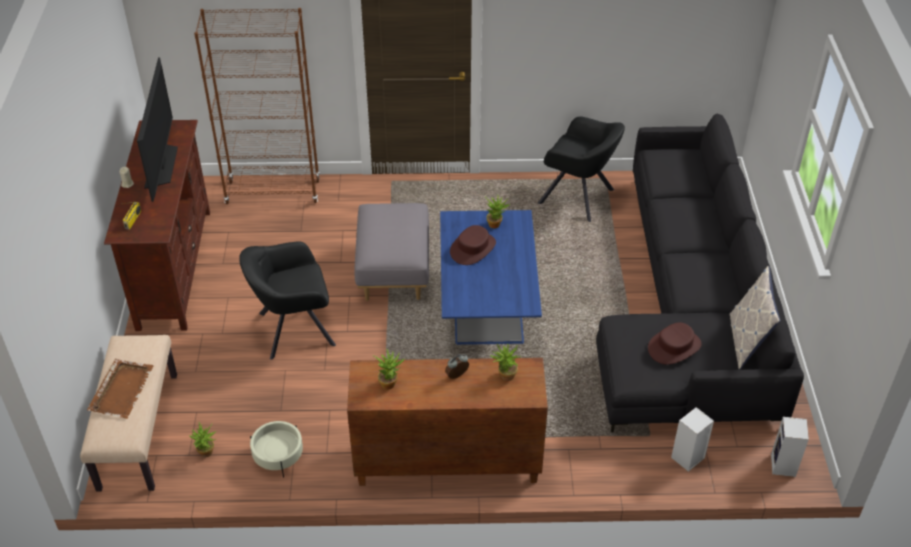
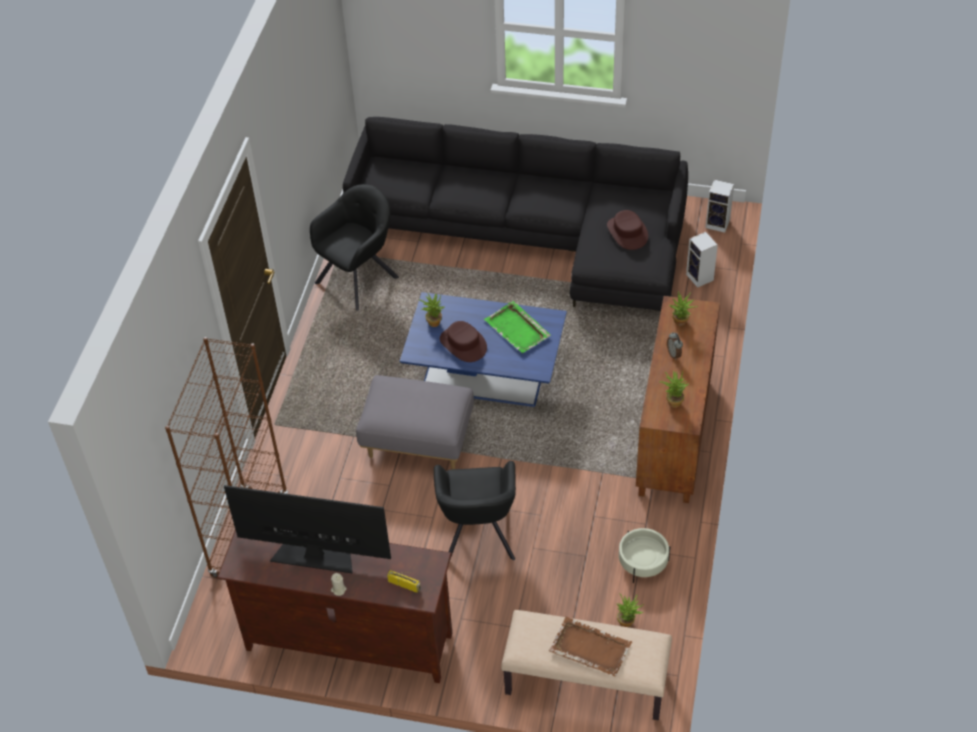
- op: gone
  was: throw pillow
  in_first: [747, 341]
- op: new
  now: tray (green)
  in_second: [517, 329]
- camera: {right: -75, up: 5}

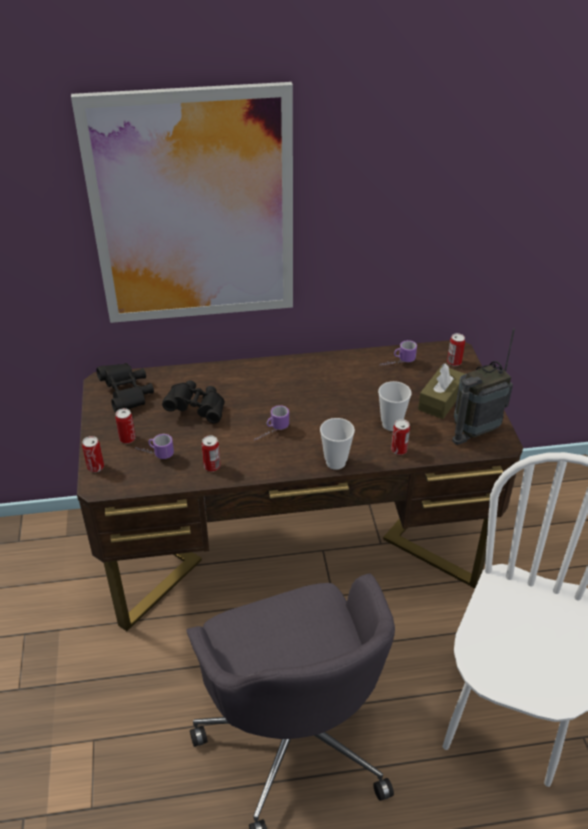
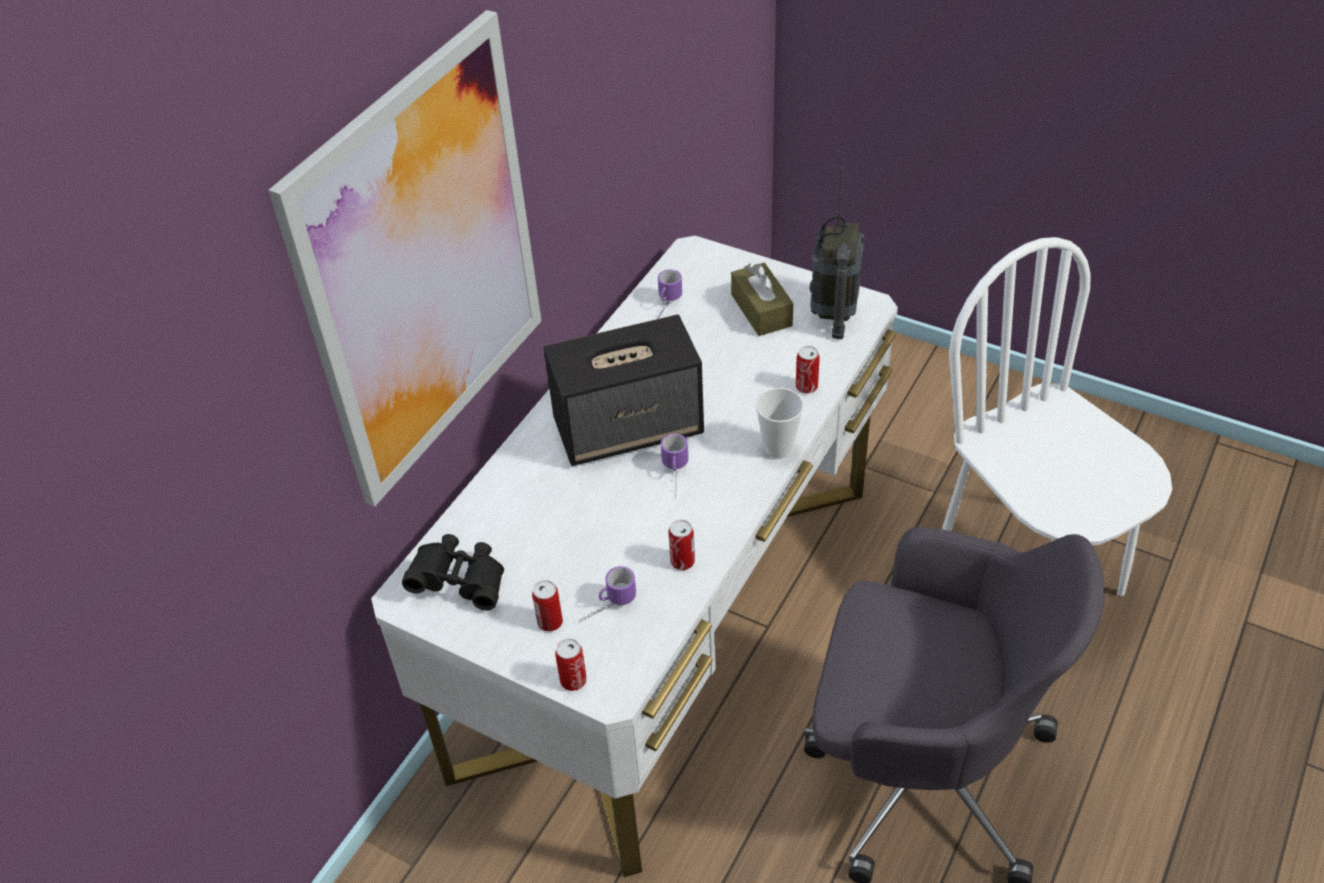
- op: gone
  was: binoculars (blackish)
  in_first: [197, 409]
- op: gone
  was: small cup
  in_first: [391, 424]
- op: gone
  was: sealed can
  in_first: [454, 362]
- op: new
  now: audio speaker
  in_second: [630, 427]
- op: repainted
  was: desk unit (brown)
  now: desk unit (white)
  in_first: [293, 550]
  in_second: [670, 624]
- camera: {right: -50, up: 5}

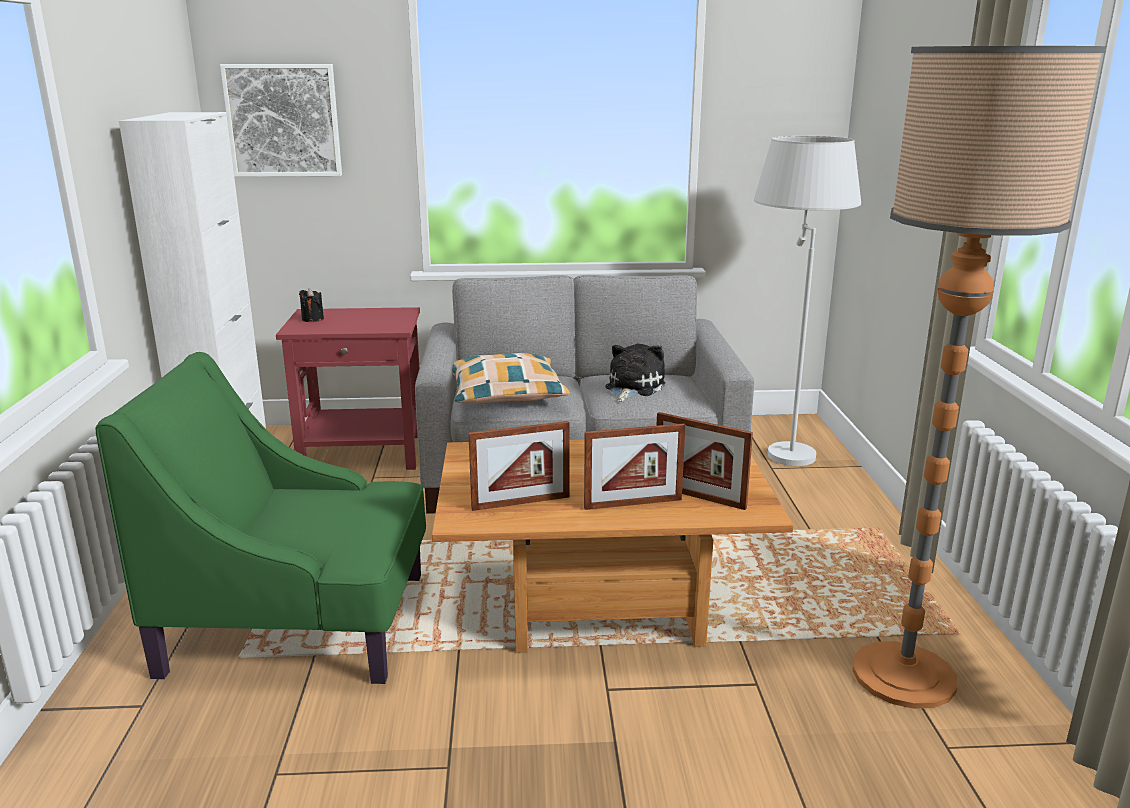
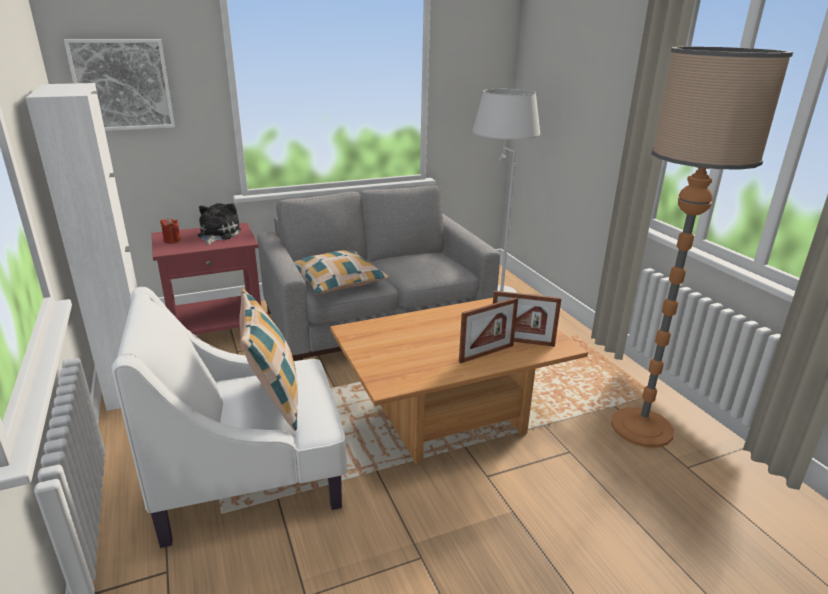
- op: gone
  was: standing frame
  in_first: [521, 503]
- op: new
  now: throw pillow
  in_second: [274, 400]
- op: shifted
  was: cuddly toy
  in_first: [632, 388]
  in_second: [217, 234]
- op: repainted
  was: lounge chair (green)
  now: lounge chair (white)
  in_first: [300, 623]
  in_second: [252, 476]
- op: repainted
  was: candle (blackish)
  now: candle (red)
  in_first: [312, 319]
  in_second: [172, 240]
- camera: {right: -20, up: 5}

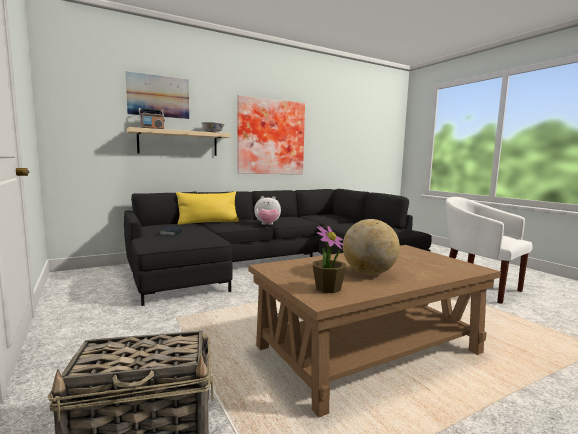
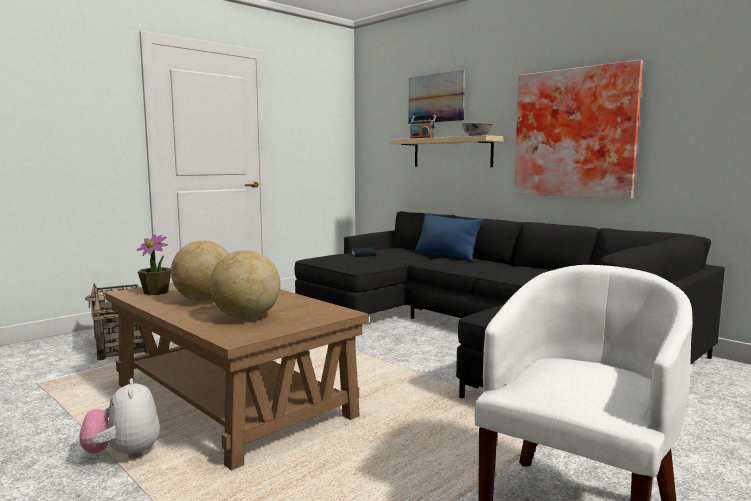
- op: new
  now: world globe
  in_second: [246, 317]
- op: shifted
  was: cuddly toy
  in_first: [267, 225]
  in_second: [124, 454]
- op: repainted
  was: throw pillow (yellowish)
  now: throw pillow (blue-coloured)
  in_first: [208, 222]
  in_second: [445, 256]
- camera: {right: 75, up: 0}

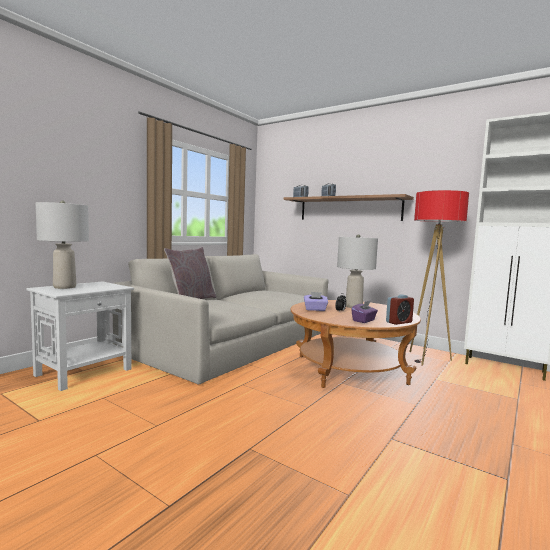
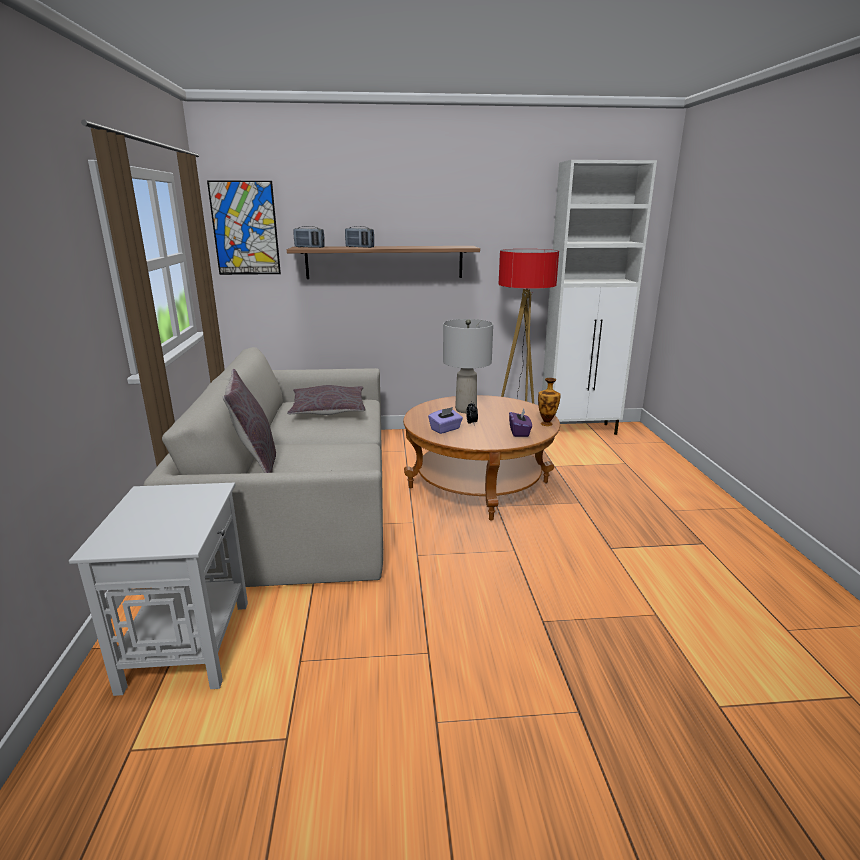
- op: gone
  was: lamp for a table (grey)
  in_first: [65, 287]
- op: new
  now: wall picture
  in_second: [245, 228]
- op: new
  now: throw pillow (grey)
  in_second: [328, 410]
- op: swapped
  was: bedside clock
  now: decorative vase
  in_first: [399, 322]
  in_second: [547, 423]
- camera: {right: -40, up: 15}

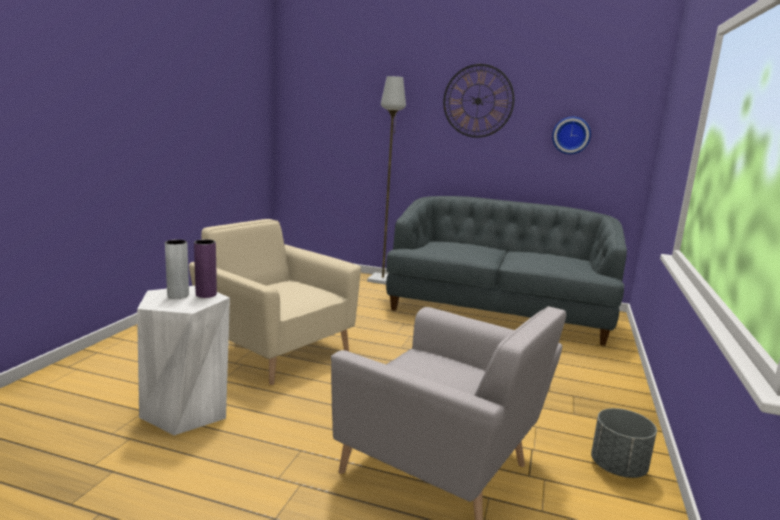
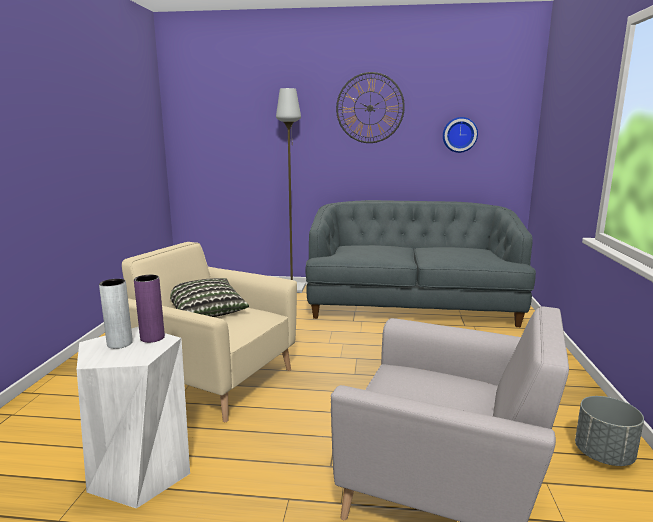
- op: new
  now: throw pillow
  in_second: [205, 311]
- camera: {right: -10, up: 0}

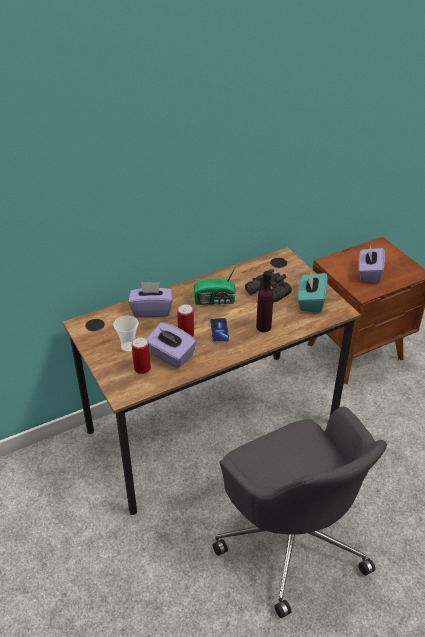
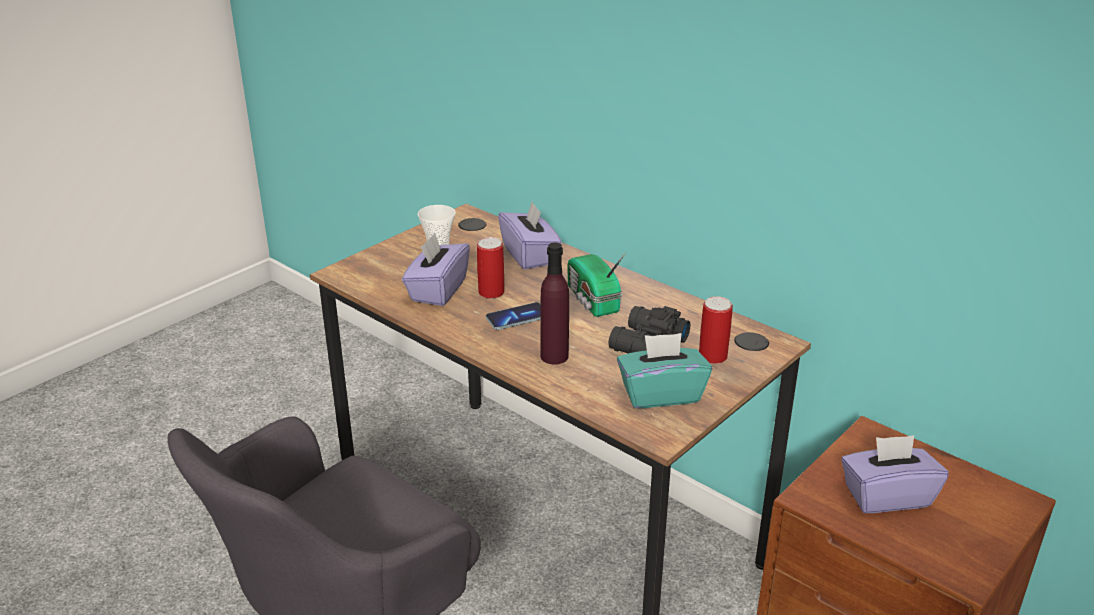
- op: shifted
  was: sealed can
  in_first: [142, 368]
  in_second: [712, 356]
- camera: {right: 70, up: -10}

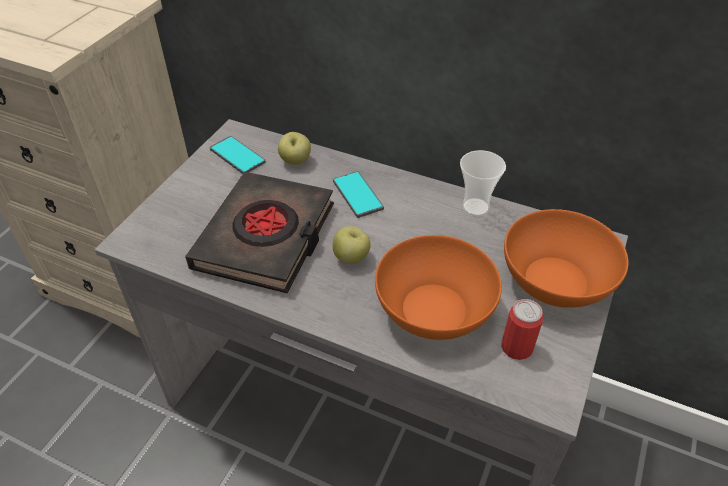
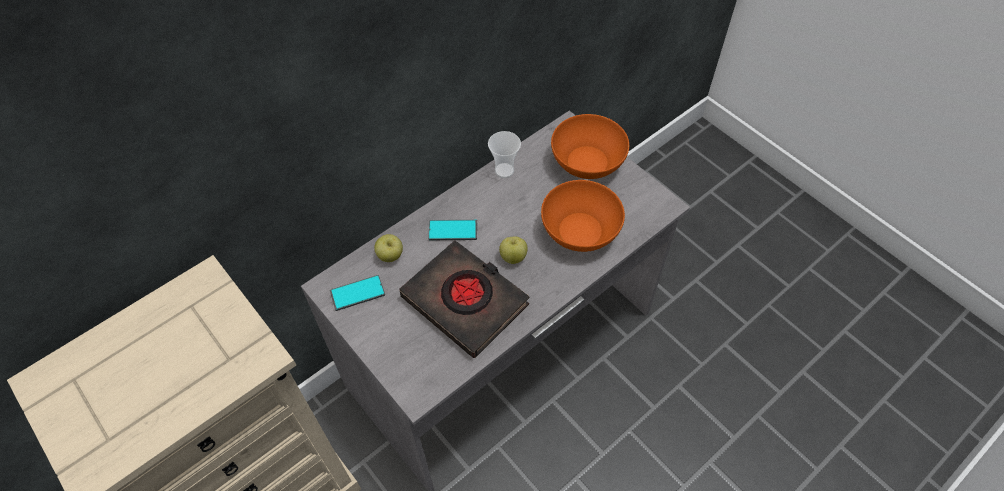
- op: gone
  was: sealed can
  in_first: [516, 347]
- camera: {right: -65, up: 10}

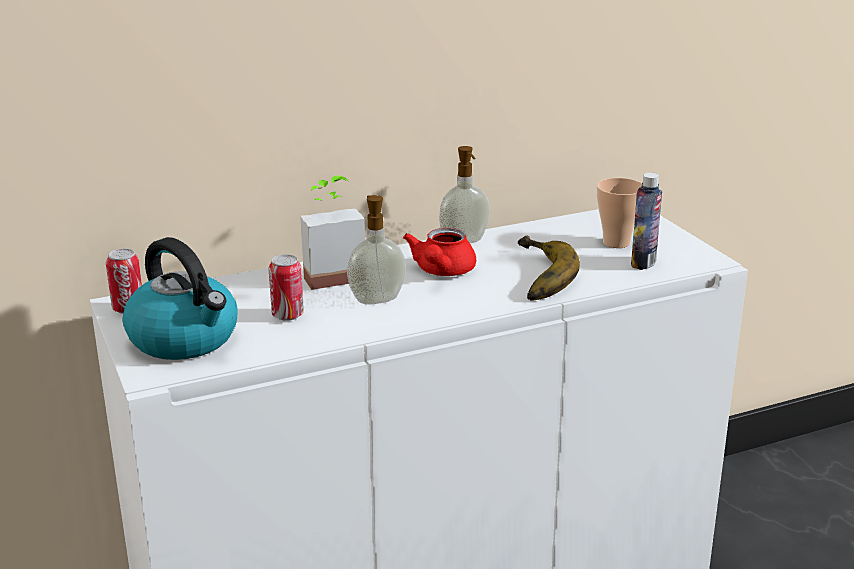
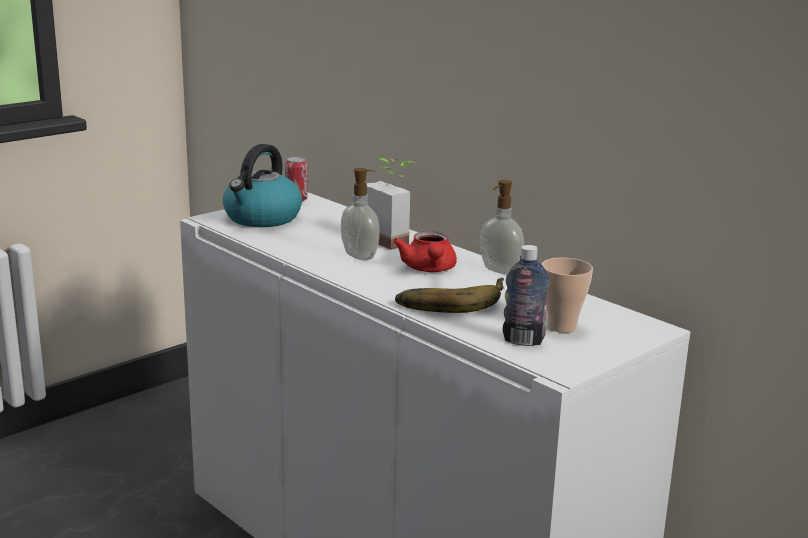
- op: gone
  was: sealed can
  in_first: [287, 315]
- op: rotated
  was: pot for tea (red)
  in_first: [442, 272]
  in_second: [429, 269]
  clockwise: -90
- camera: {right: 70, up: -5}

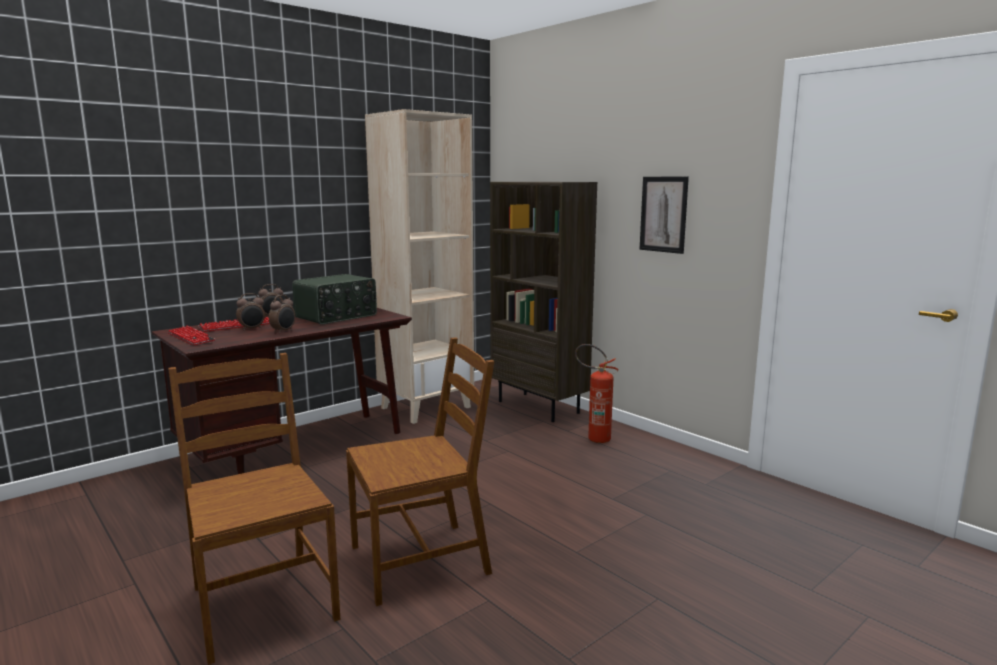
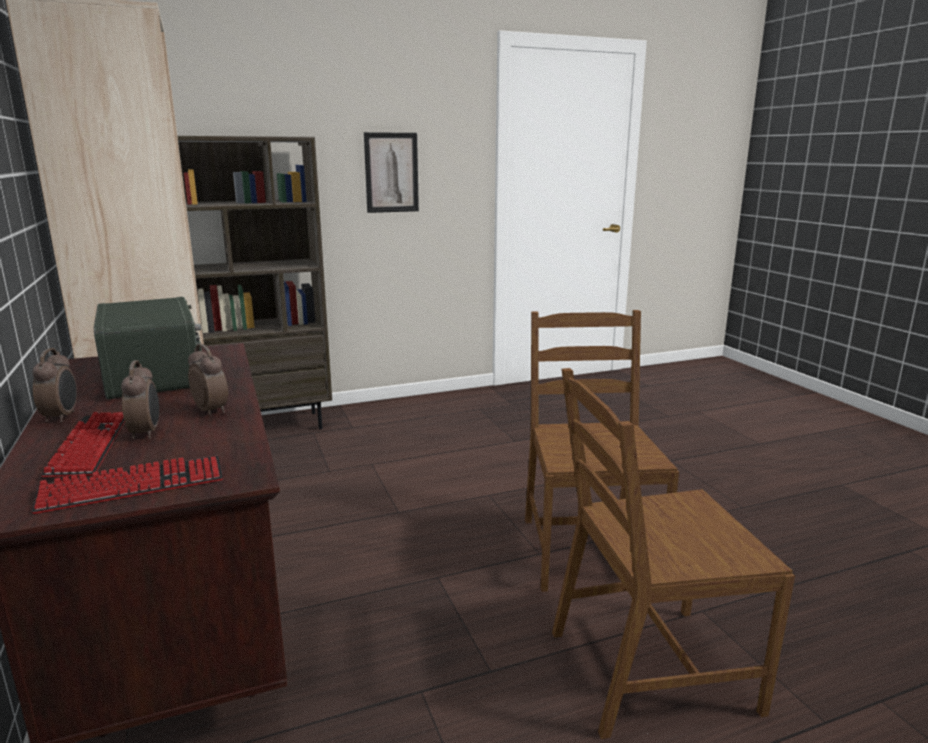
- op: gone
  was: fire-fighting cylinder
  in_first: [593, 438]
- camera: {right: -70, up: 5}

